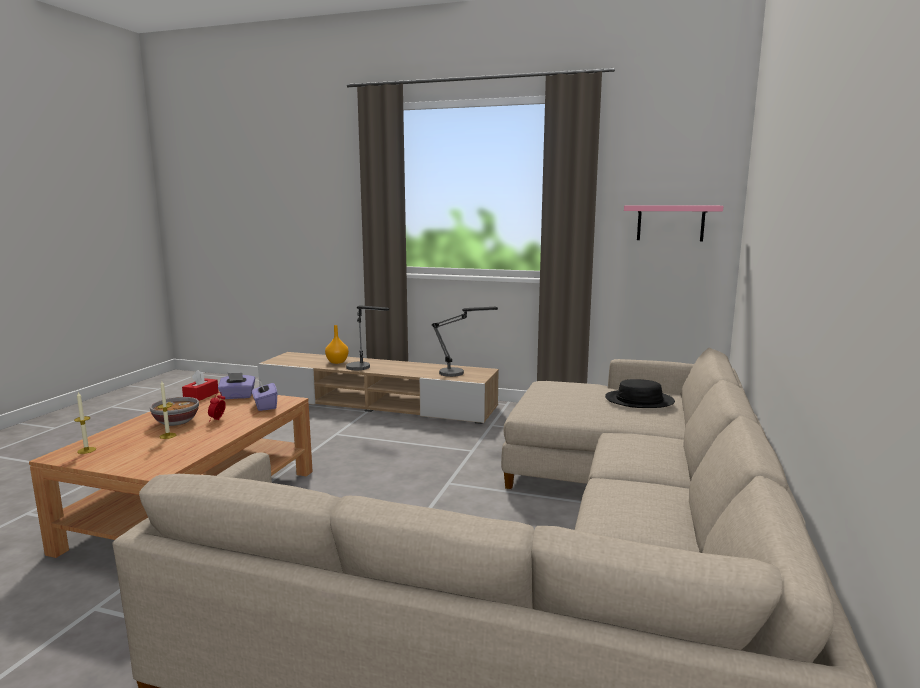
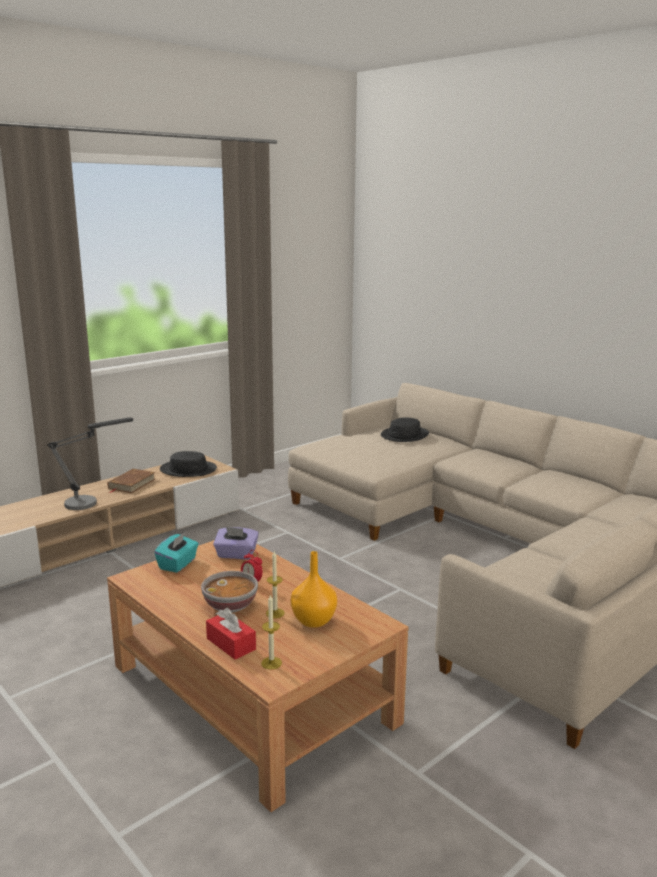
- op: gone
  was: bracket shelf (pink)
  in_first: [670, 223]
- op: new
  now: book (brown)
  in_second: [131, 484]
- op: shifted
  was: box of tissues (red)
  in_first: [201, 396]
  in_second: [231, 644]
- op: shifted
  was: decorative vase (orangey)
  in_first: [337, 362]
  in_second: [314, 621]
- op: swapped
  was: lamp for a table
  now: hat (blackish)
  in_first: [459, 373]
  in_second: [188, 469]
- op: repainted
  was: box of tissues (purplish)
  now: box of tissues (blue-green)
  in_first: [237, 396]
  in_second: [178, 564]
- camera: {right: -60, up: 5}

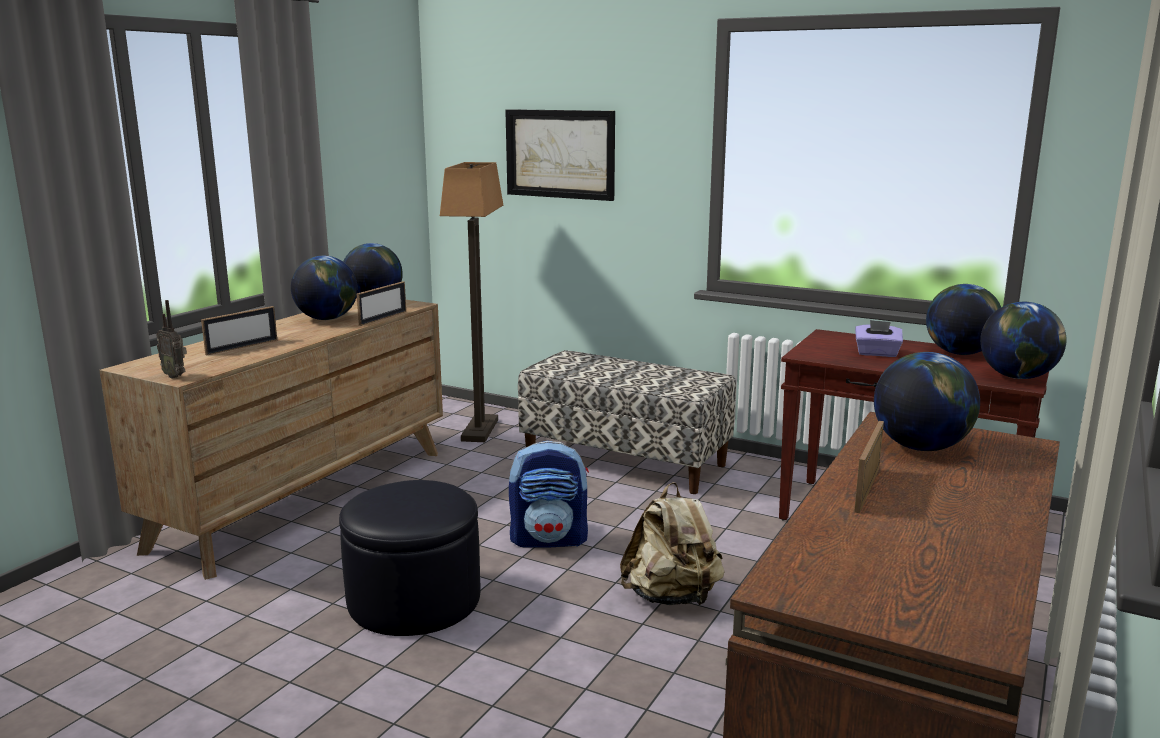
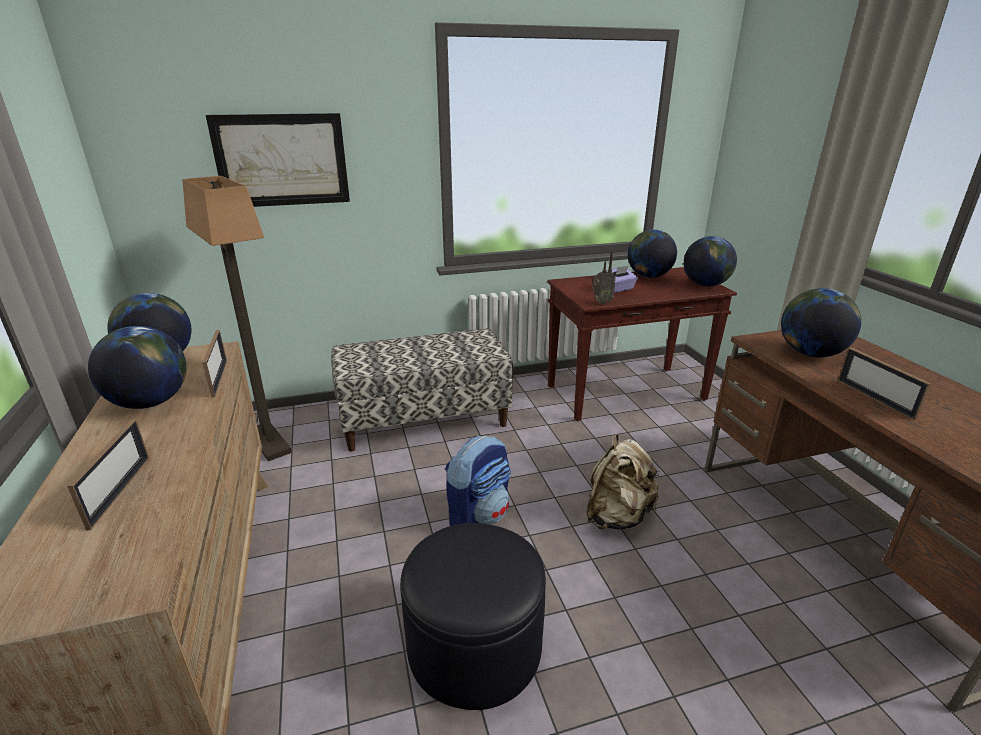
- op: shifted
  was: radio
  in_first: [175, 376]
  in_second: [601, 302]
- camera: {right: -45, up: 10}

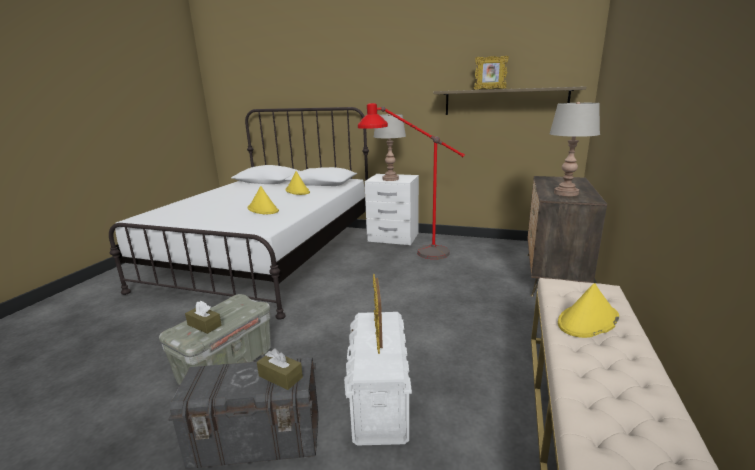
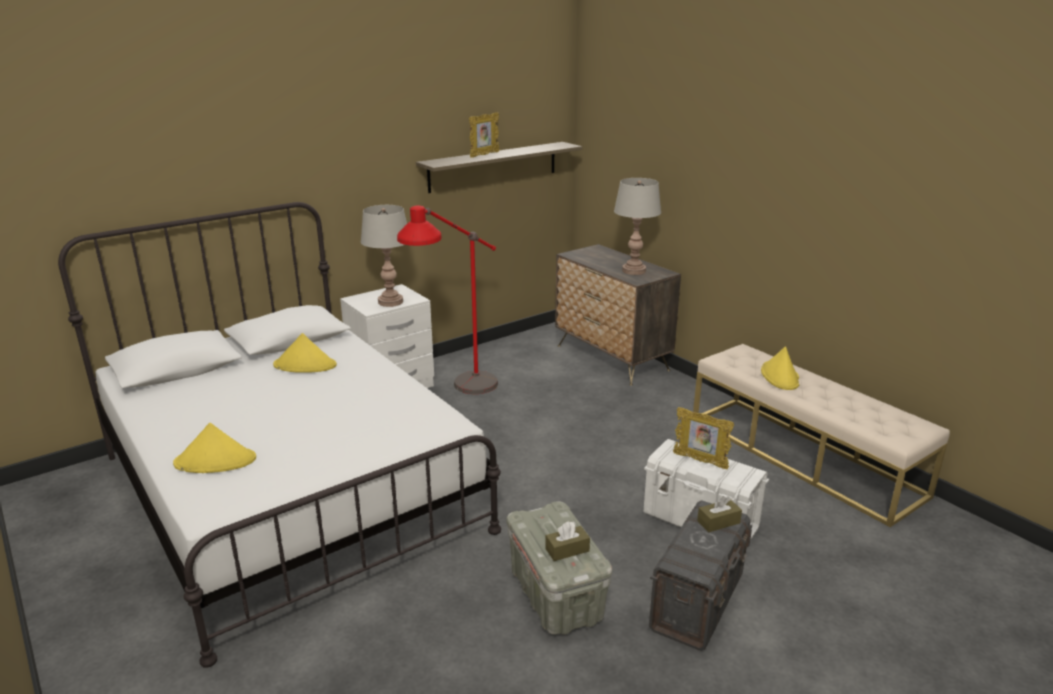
- op: shifted
  was: hat (yellowish)
  in_first: [263, 209]
  in_second: [216, 461]
- camera: {right: -55, up: 5}

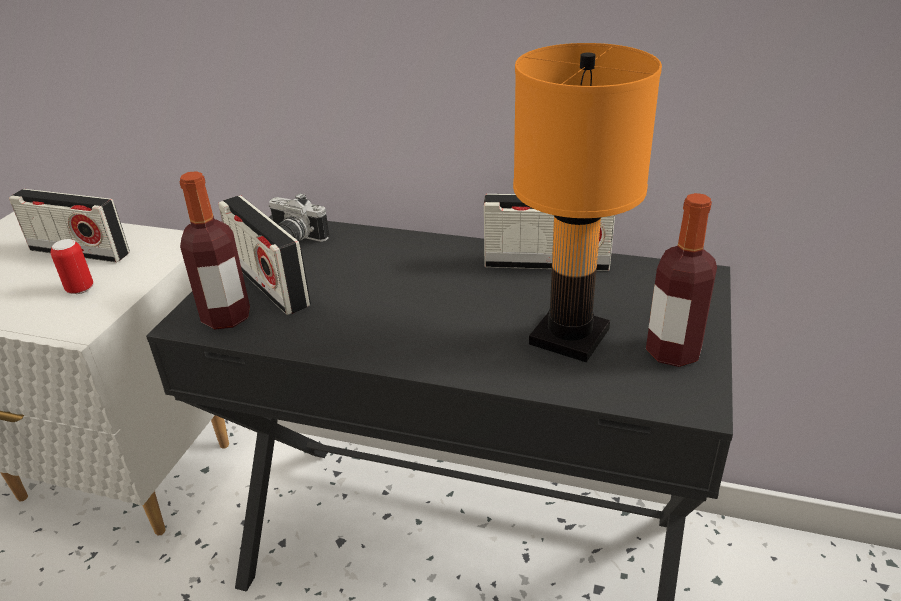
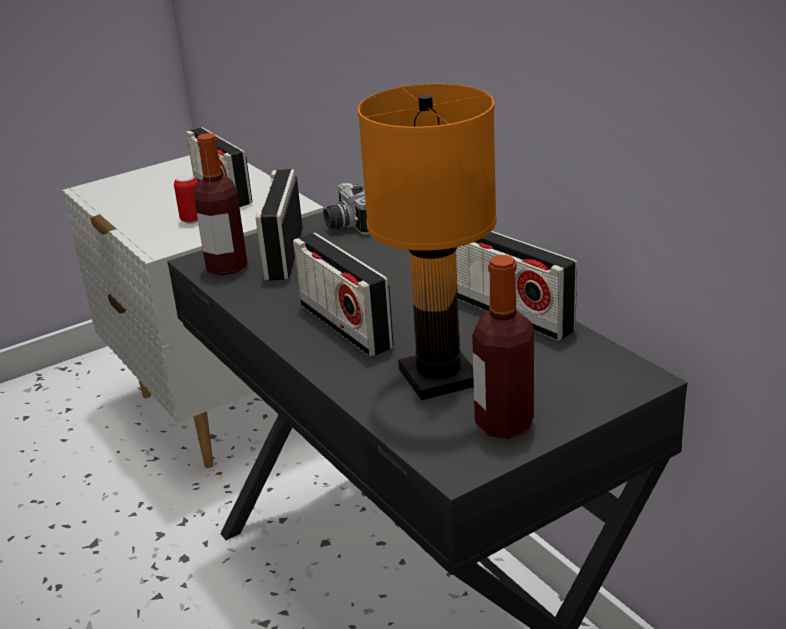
- op: new
  now: radio
  in_second: [345, 326]
- camera: {right: 40, up: -5}

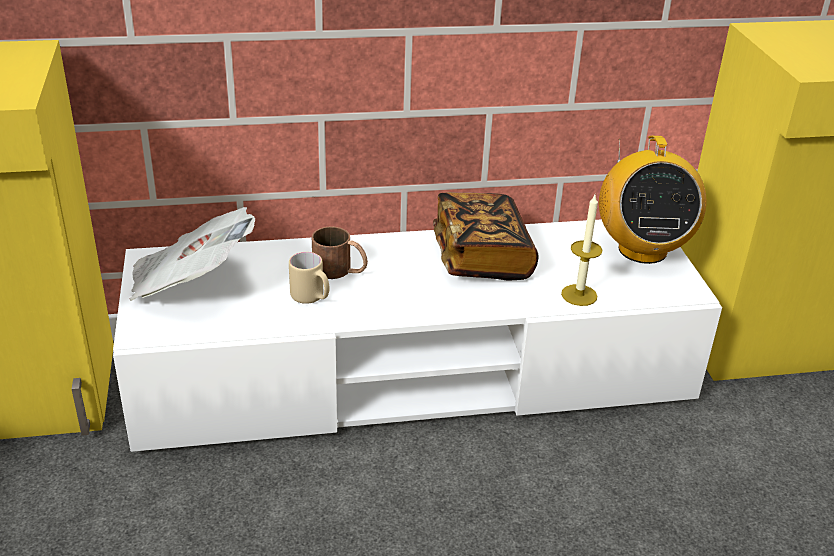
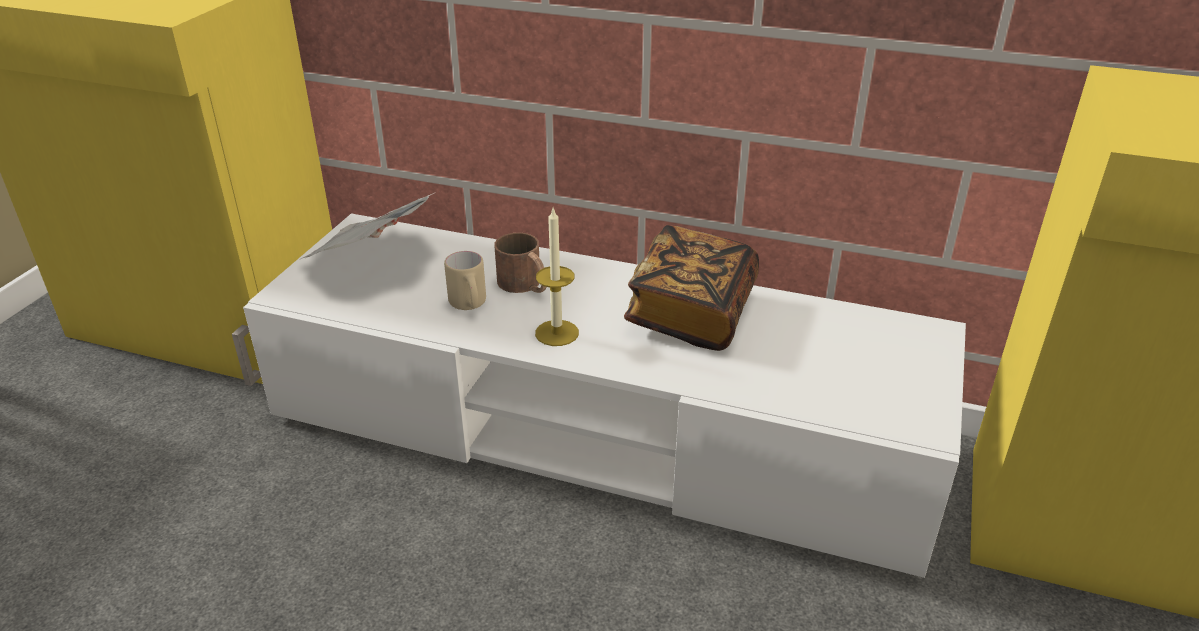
- op: gone
  was: radio
  in_first: [642, 249]
- op: shifted
  was: candle
  in_first: [579, 295]
  in_second: [557, 333]
- camera: {right: 30, up: 0}

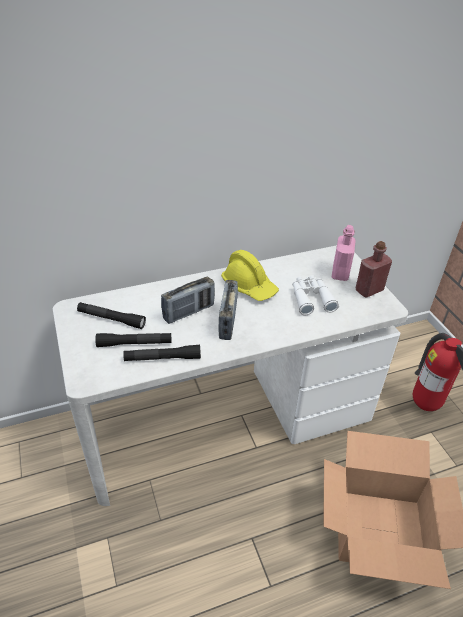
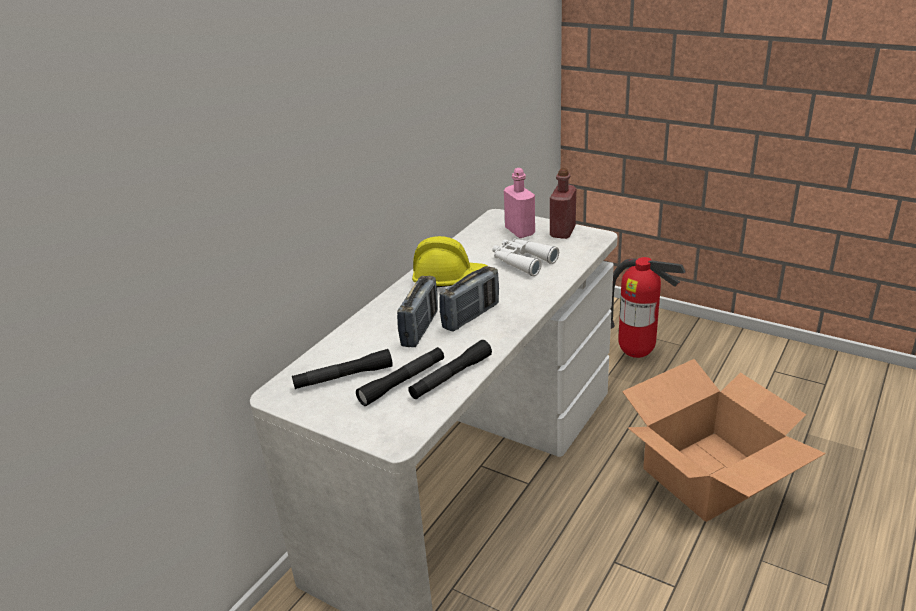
- op: rotated
  was: radio
  in_first: [227, 321]
  in_second: [471, 316]
  clockwise: -105
- camera: {right: -35, up: -10}

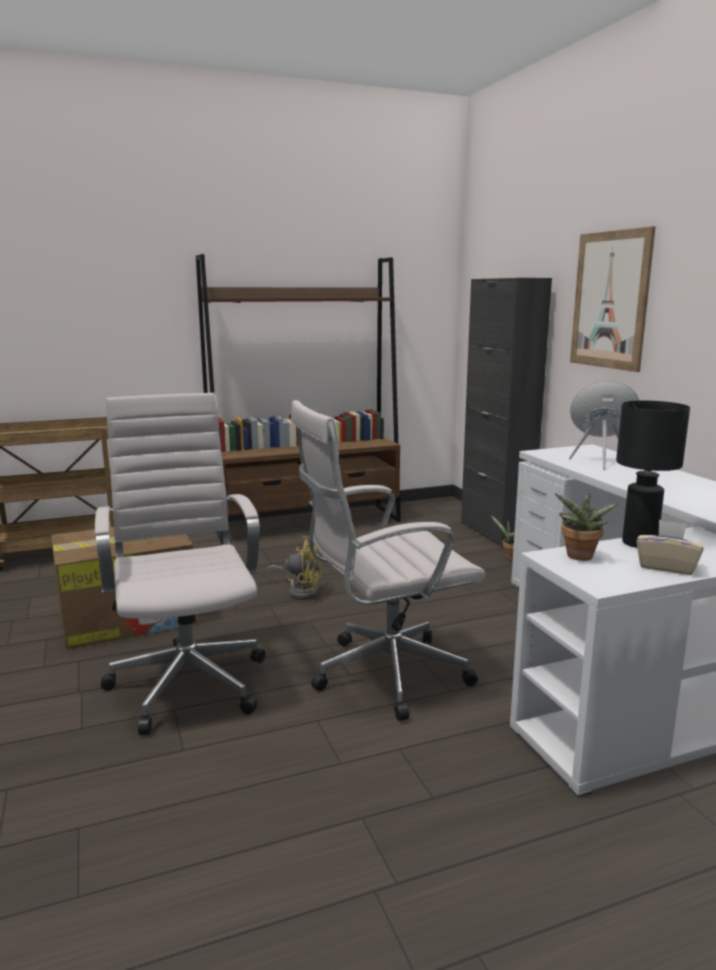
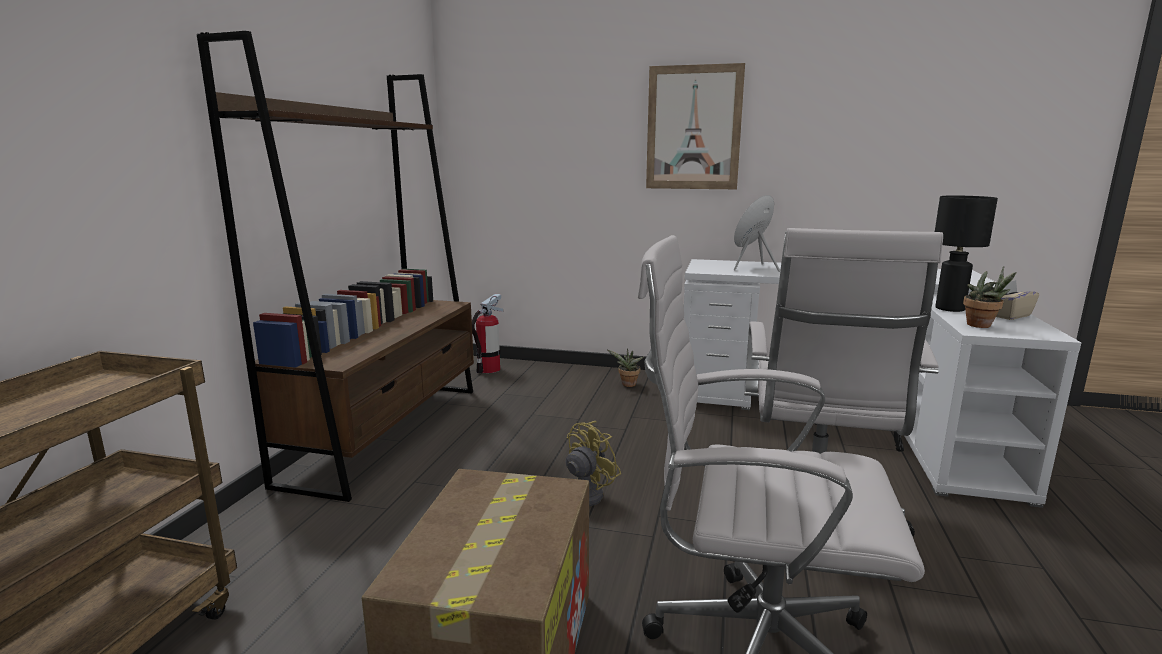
- op: gone
  was: cabinet (blackish)
  in_first: [495, 532]
- op: new
  now: fire-fighting cylinder
  in_second: [489, 369]
- camera: {right: -55, up: 0}

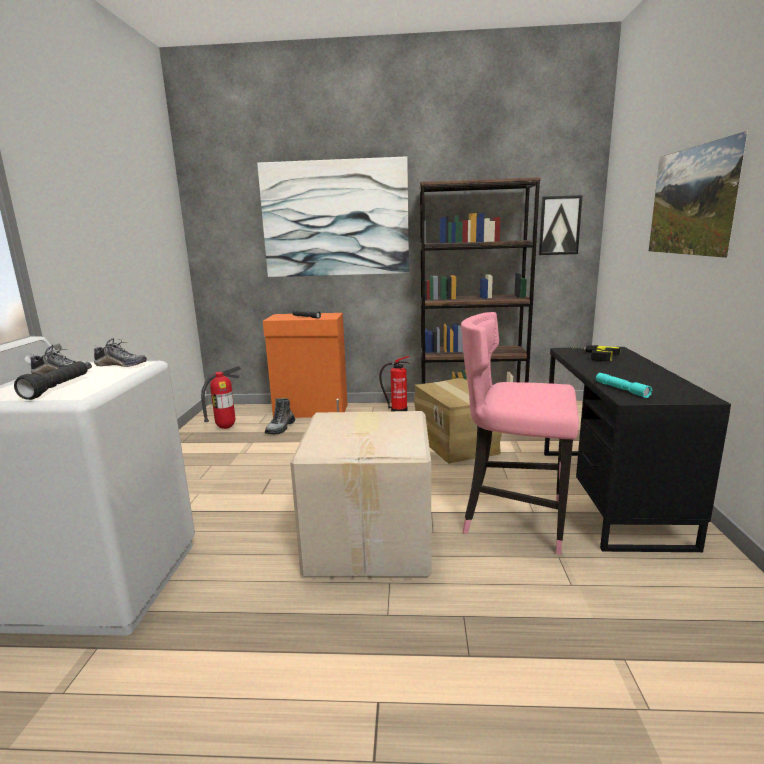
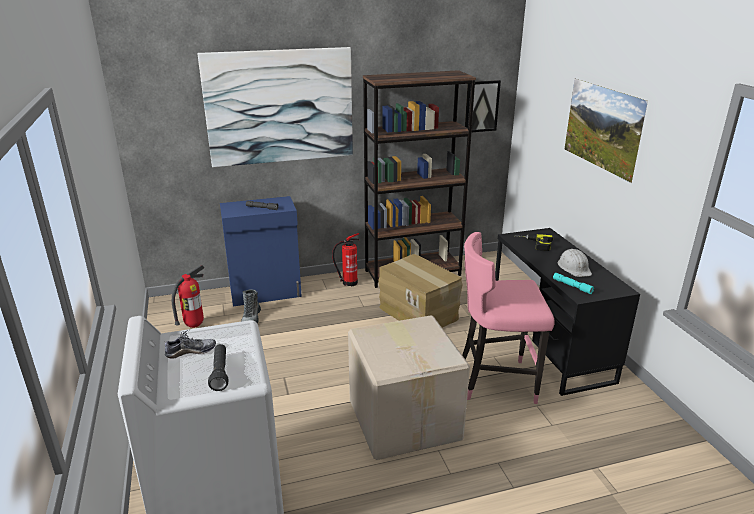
- op: gone
  was: shoe
  in_first: [121, 365]
- op: new
  now: work helmet (white)
  in_second: [574, 268]
- op: repainted
  was: cabinet (orangey)
  now: cabinet (blue-coloured)
  in_first: [311, 411]
  in_second: [266, 293]
- camera: {right: -20, up: 10}

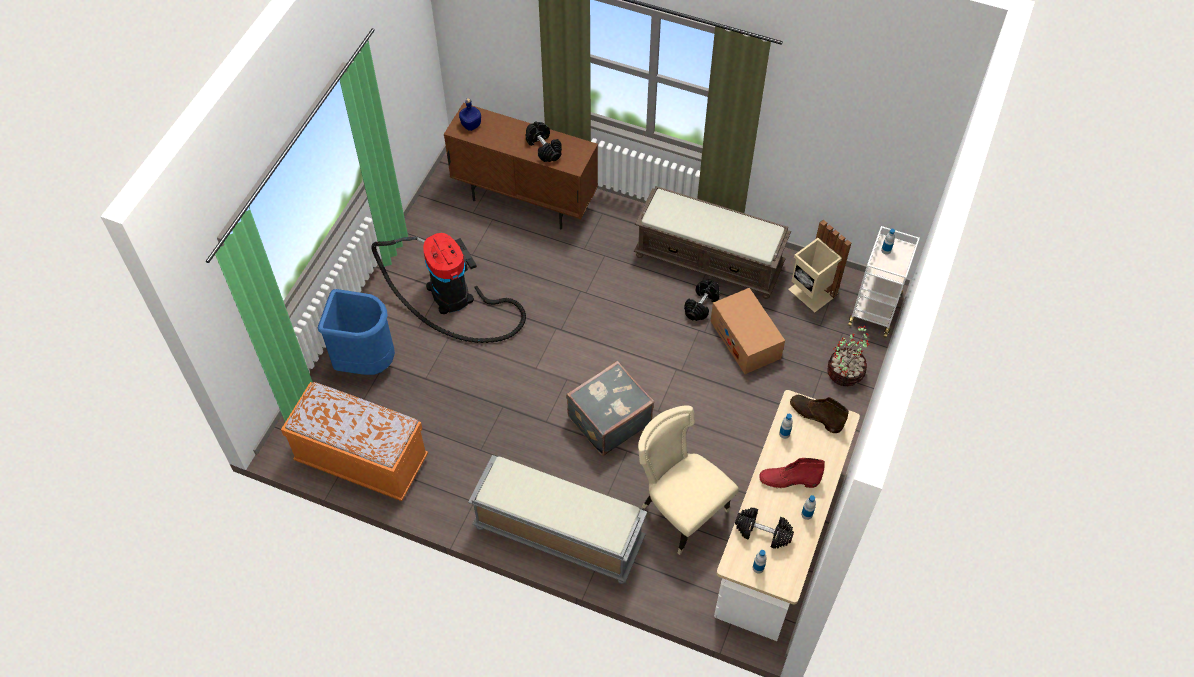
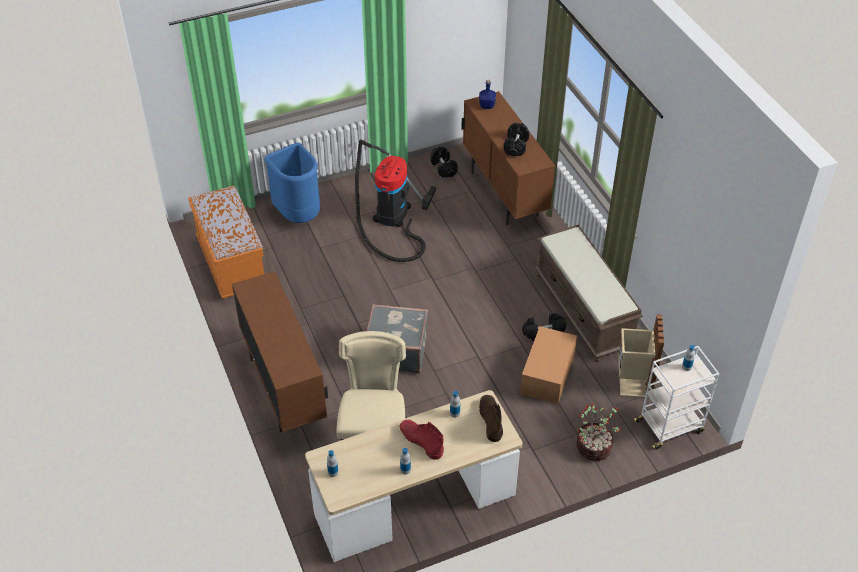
- op: shifted
  was: dumbbell (blackish)
  in_first: [762, 532]
  in_second: [443, 168]
- op: swapped
  was: bench (grey)
  now: cabinet (brown)
  in_first: [557, 534]
  in_second: [284, 388]
- camera: {right: 45, up: -10}

